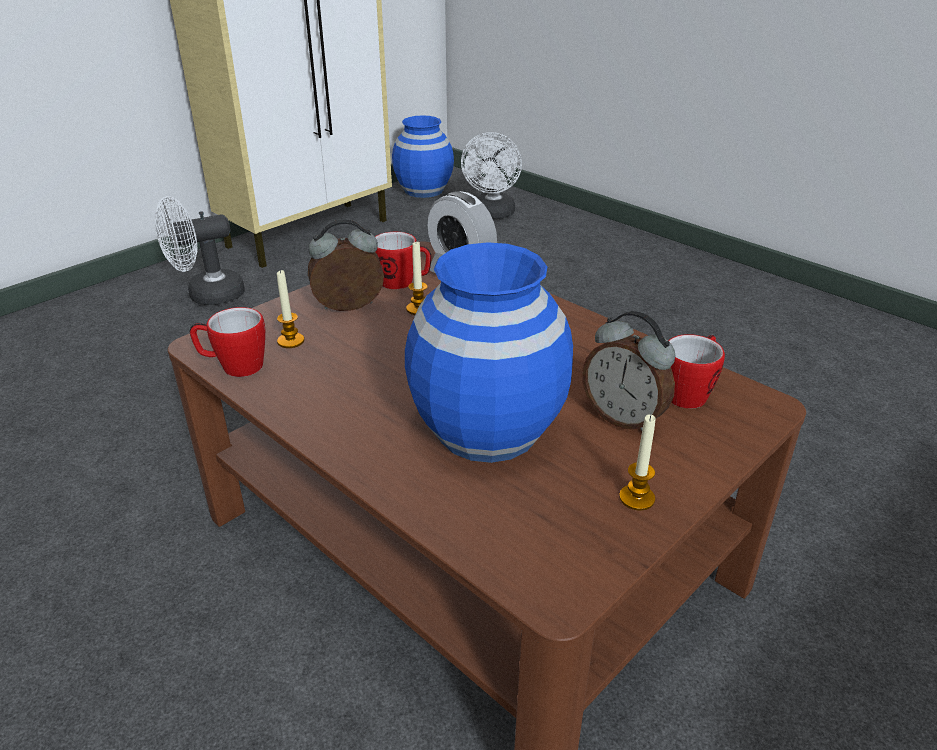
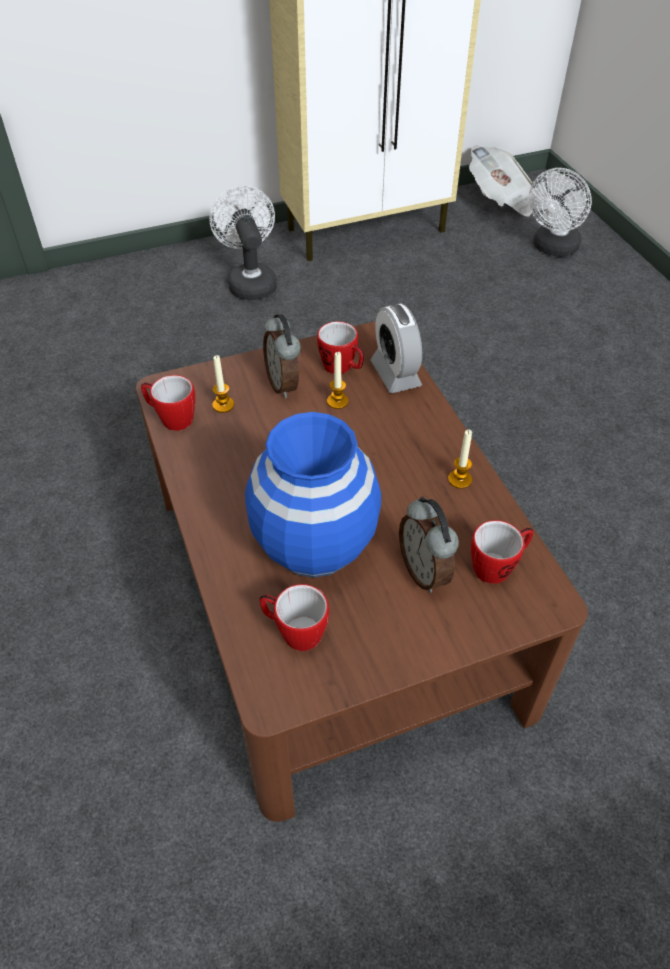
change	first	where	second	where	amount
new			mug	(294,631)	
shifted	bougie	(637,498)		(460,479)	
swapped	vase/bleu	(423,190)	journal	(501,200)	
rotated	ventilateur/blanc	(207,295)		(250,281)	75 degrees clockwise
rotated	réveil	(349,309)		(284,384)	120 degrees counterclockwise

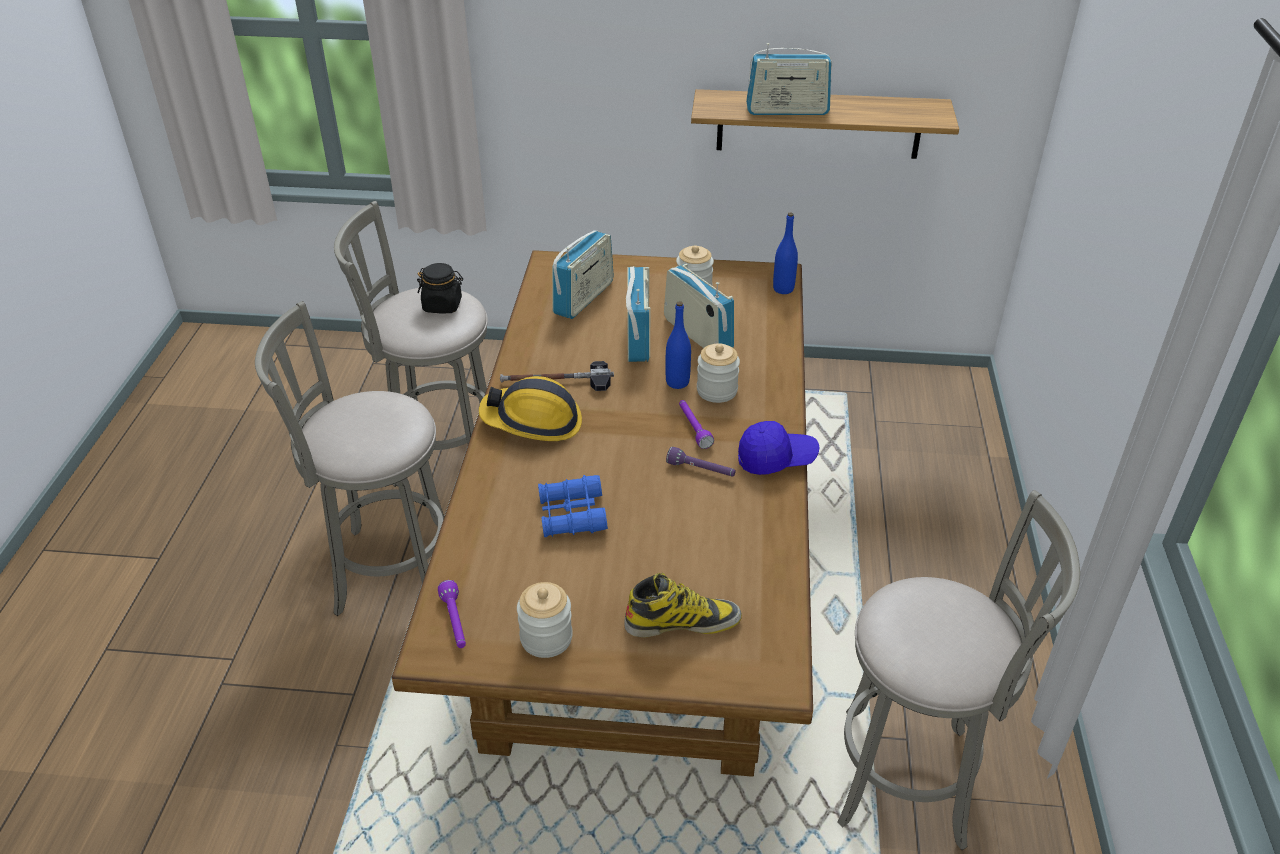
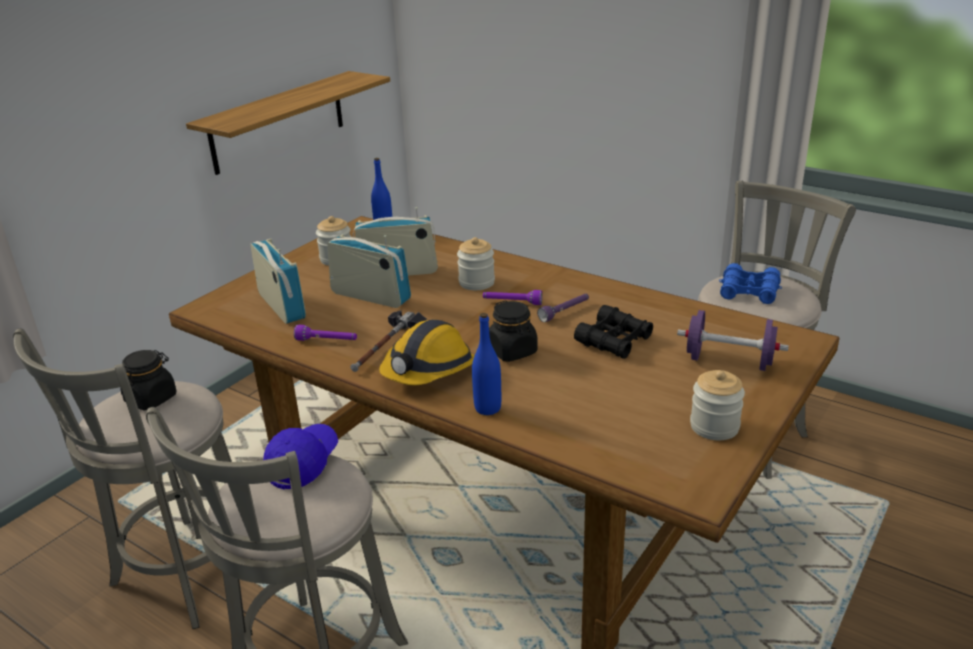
change	first	where	second	where	amount
gone	radio	(787,111)			
new			bocal/noir	(512,351)	
new			jumelles/noir	(614,340)	
shifted	lampe de poche/violet	(455,622)		(327,341)	
shifted	jumelles/bleu	(572,515)		(749,291)	
shifted	bouteille/bleu	(677,382)		(487,408)	
shifted	casquette/bleu	(776,459)		(303,463)	
swapped	botte	(682,622)	haltère/violet	(729,361)	

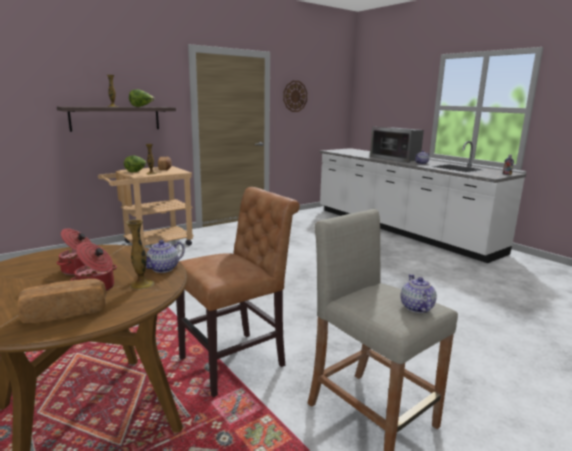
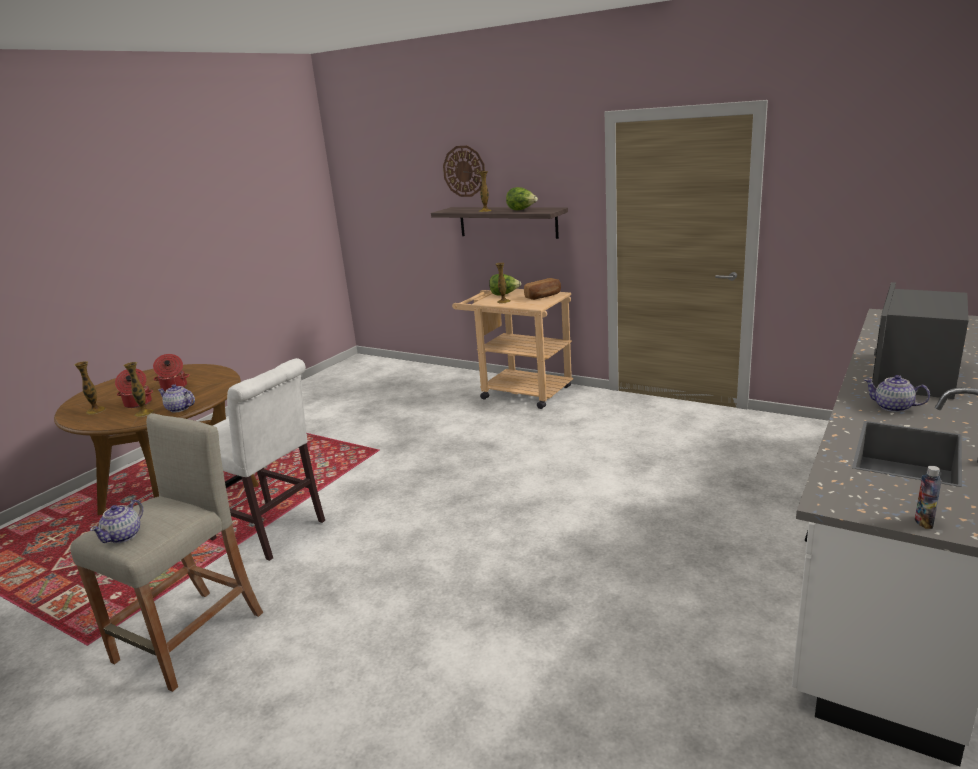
change	first	where	second	where	amount
shifted	horloge murale	(295,96)		(464,171)	
swapped	pain	(65,313)	vase	(95,410)	
repainted	chaise/marron	(237,360)	chaise/blanc	(272,532)	
rotated	théière	(416,308)		(124,536)	135 degrees clockwise

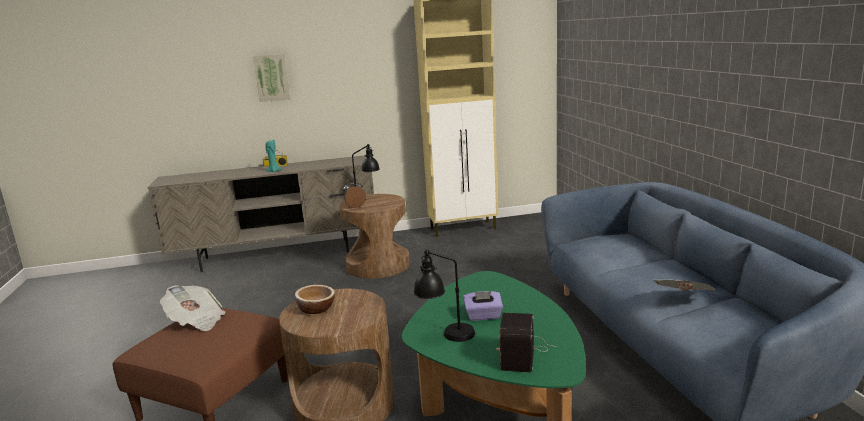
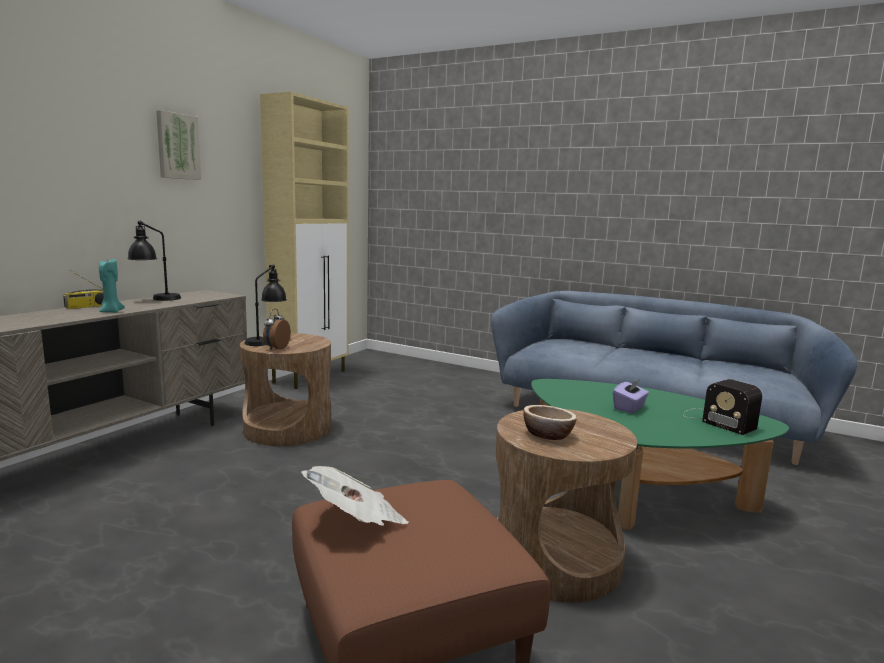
change	first	where	second	where	amount
gone	journal	(682,300)			
shifted	tableau	(272,77)		(177,146)	
shifted	lampe de table/noir	(445,336)		(156,300)	

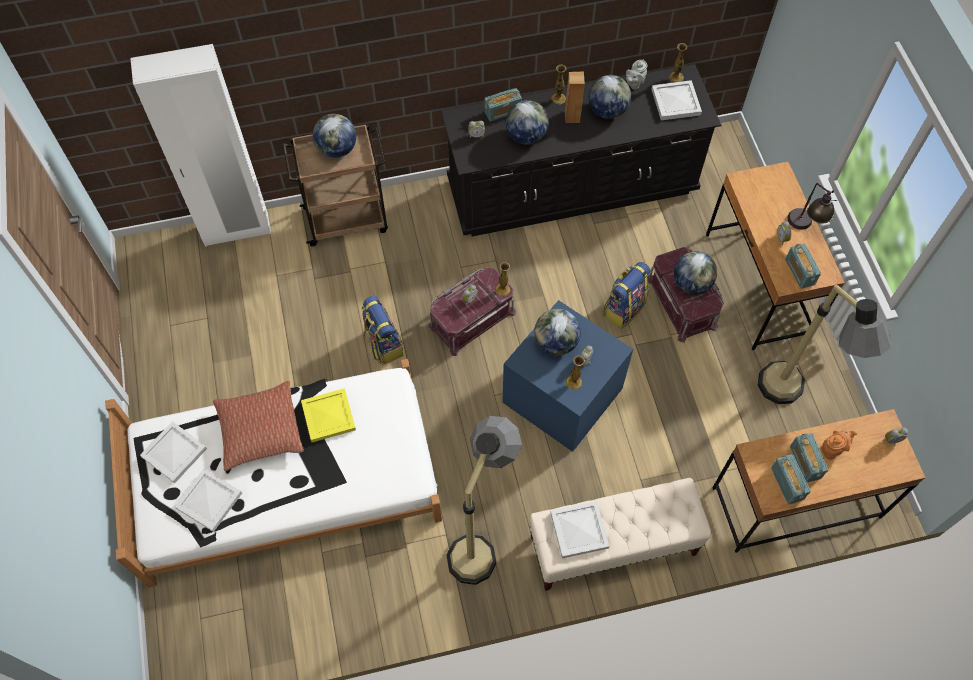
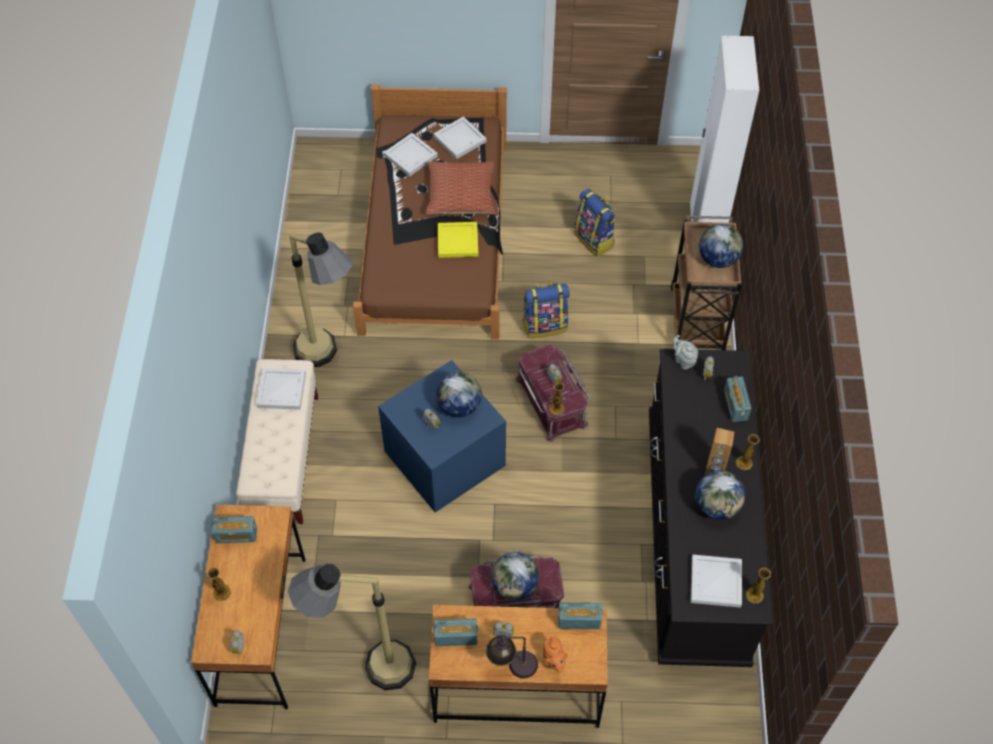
change	first	where	second	where	amount
gone	globe	(526,136)			
shifted	vase	(573,382)		(222,592)	
shifted	sac à dos	(623,308)		(594,239)	
shifted	théière/gris	(634,83)		(683,360)	
shifted	radio	(805,462)		(579,620)	
shifted	théière/orange	(832,449)		(553,661)	
repainted	lit/blanc	(286,479)	lit/marron	(435,235)	

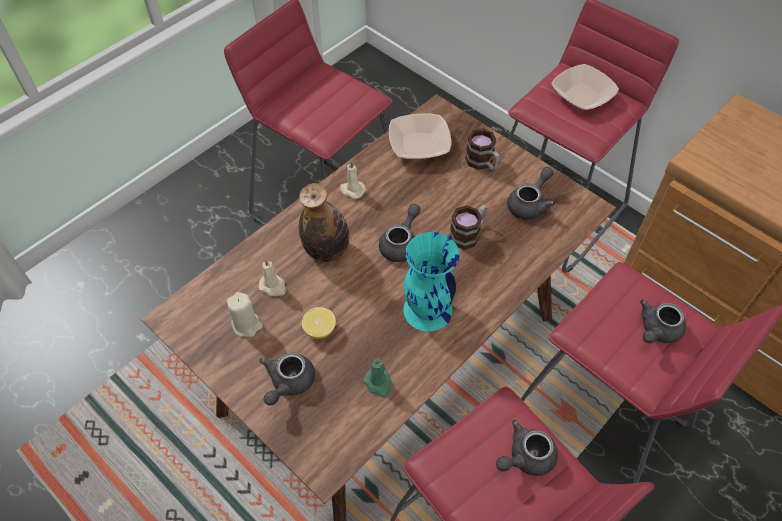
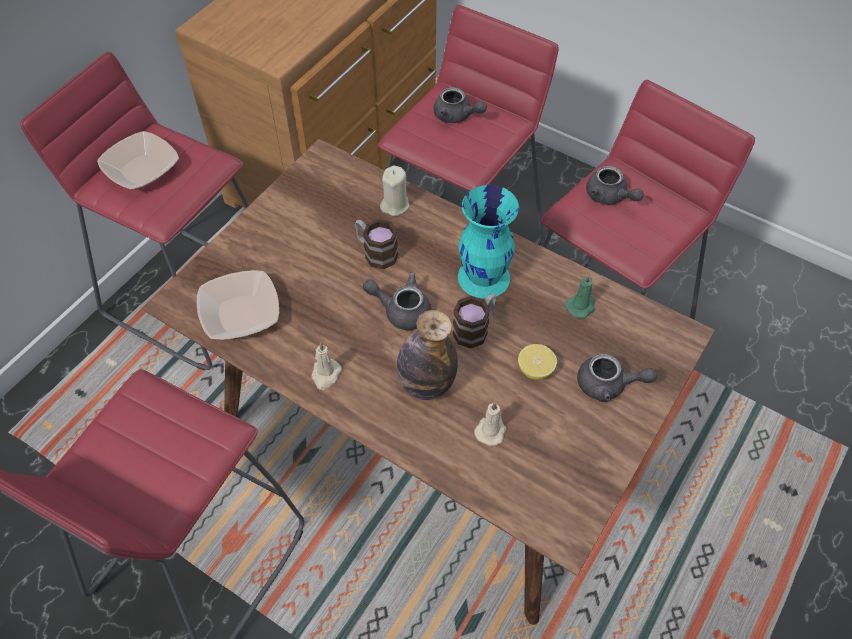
change	first	where	second	where	amount
gone	théière/gris	(530,204)			
shifted	bougie/beige	(247,325)		(395,205)	
shifted	mug	(482,163)		(475,328)	

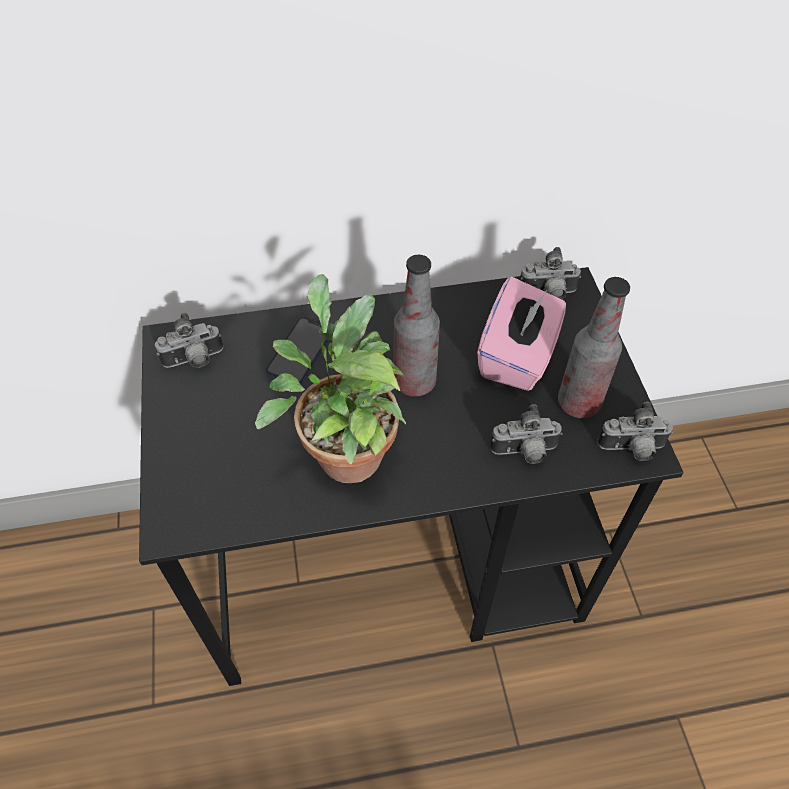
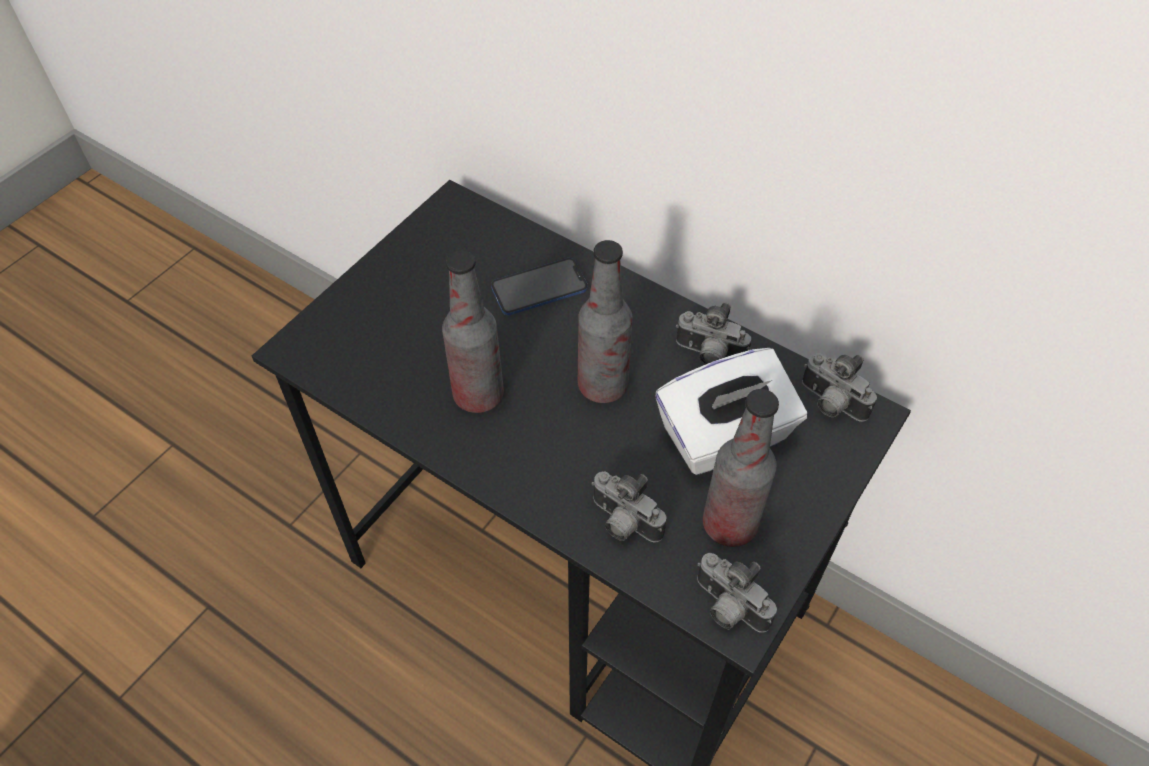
change	first	where	second	where	amount
shifted	appareil photo	(194,361)		(708,356)	
swapped	plante en pot	(344,450)	bouteille	(478,395)	
repainted	boîte à mouchoirs/rose	(517,356)	boîte à mouchoirs/blanc	(725,437)	

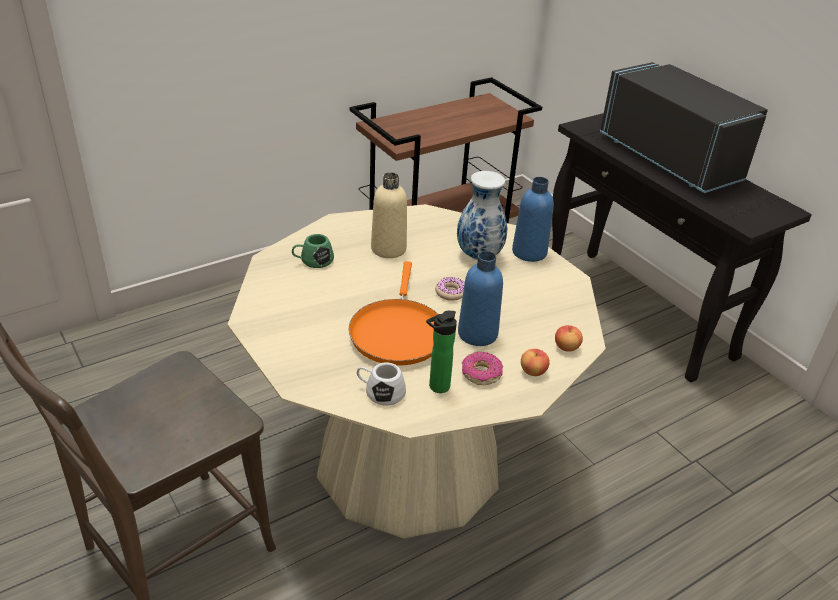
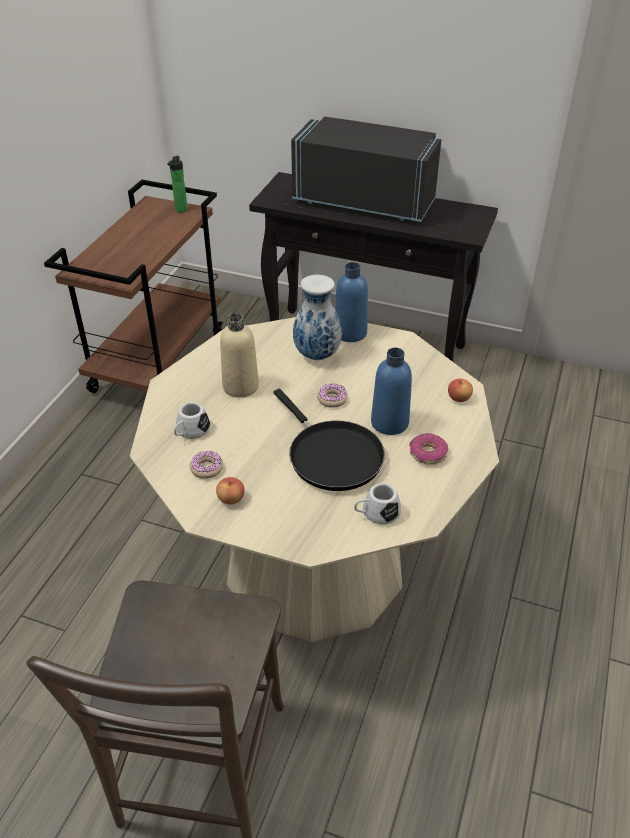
change	first	where	second	where	amount
new			beignet	(206,468)	
shifted	bouteille	(436,387)		(180,210)	
shifted	pomme	(533,371)		(231,499)	
repainted	mug/vert	(313,261)	mug/blanc	(190,431)	
repainted	poêle/orange	(397,332)	poêle/noir	(331,455)	

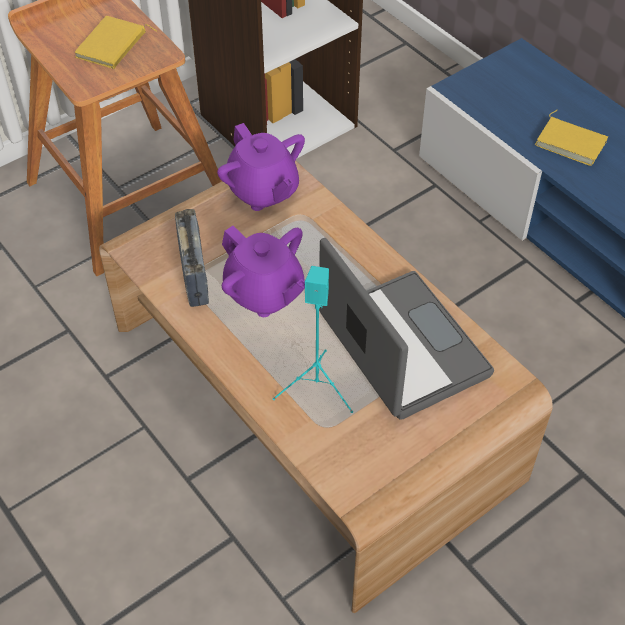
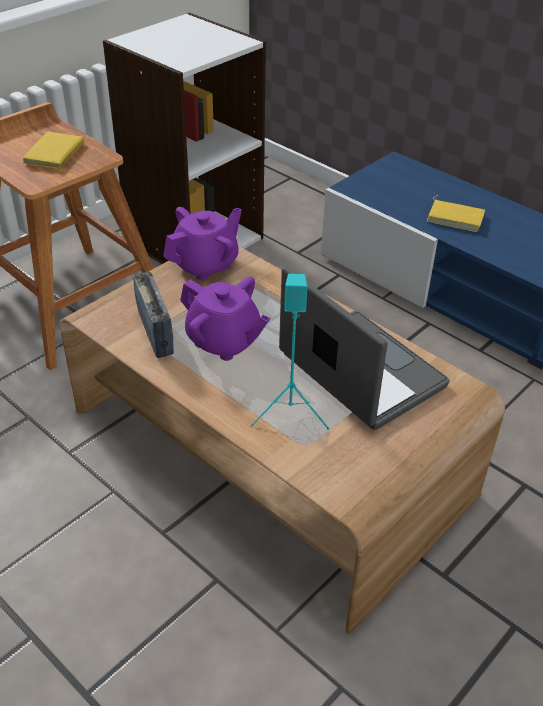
change	first	where	second	where	amount
rotated	théière/violet	(263,191)		(205,265)	90 degrees counterclockwise

